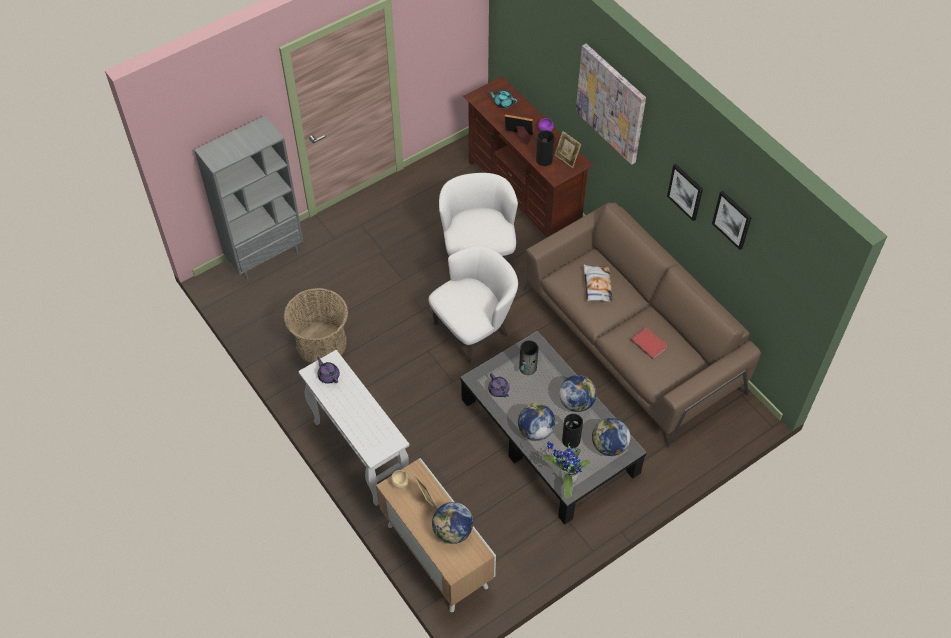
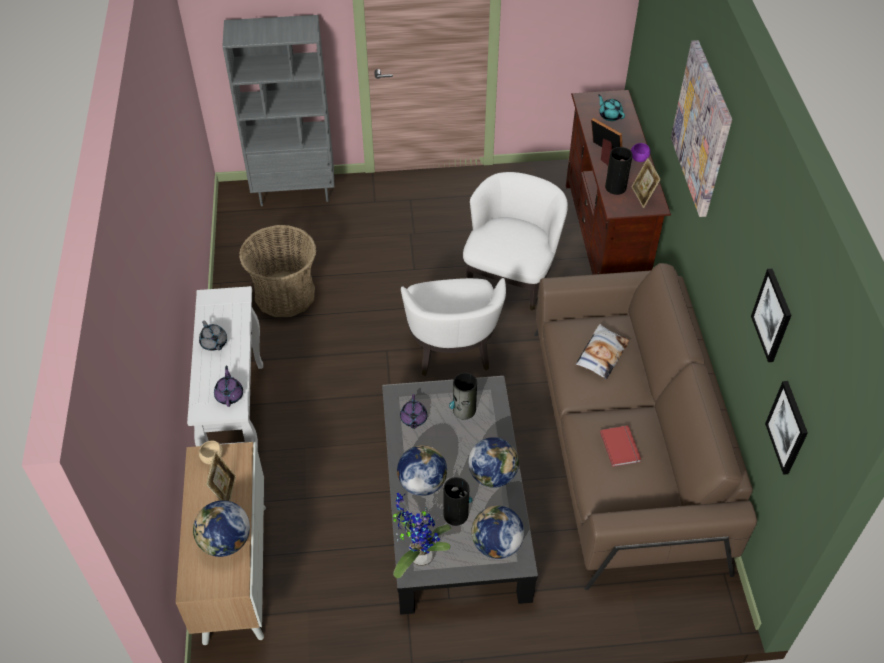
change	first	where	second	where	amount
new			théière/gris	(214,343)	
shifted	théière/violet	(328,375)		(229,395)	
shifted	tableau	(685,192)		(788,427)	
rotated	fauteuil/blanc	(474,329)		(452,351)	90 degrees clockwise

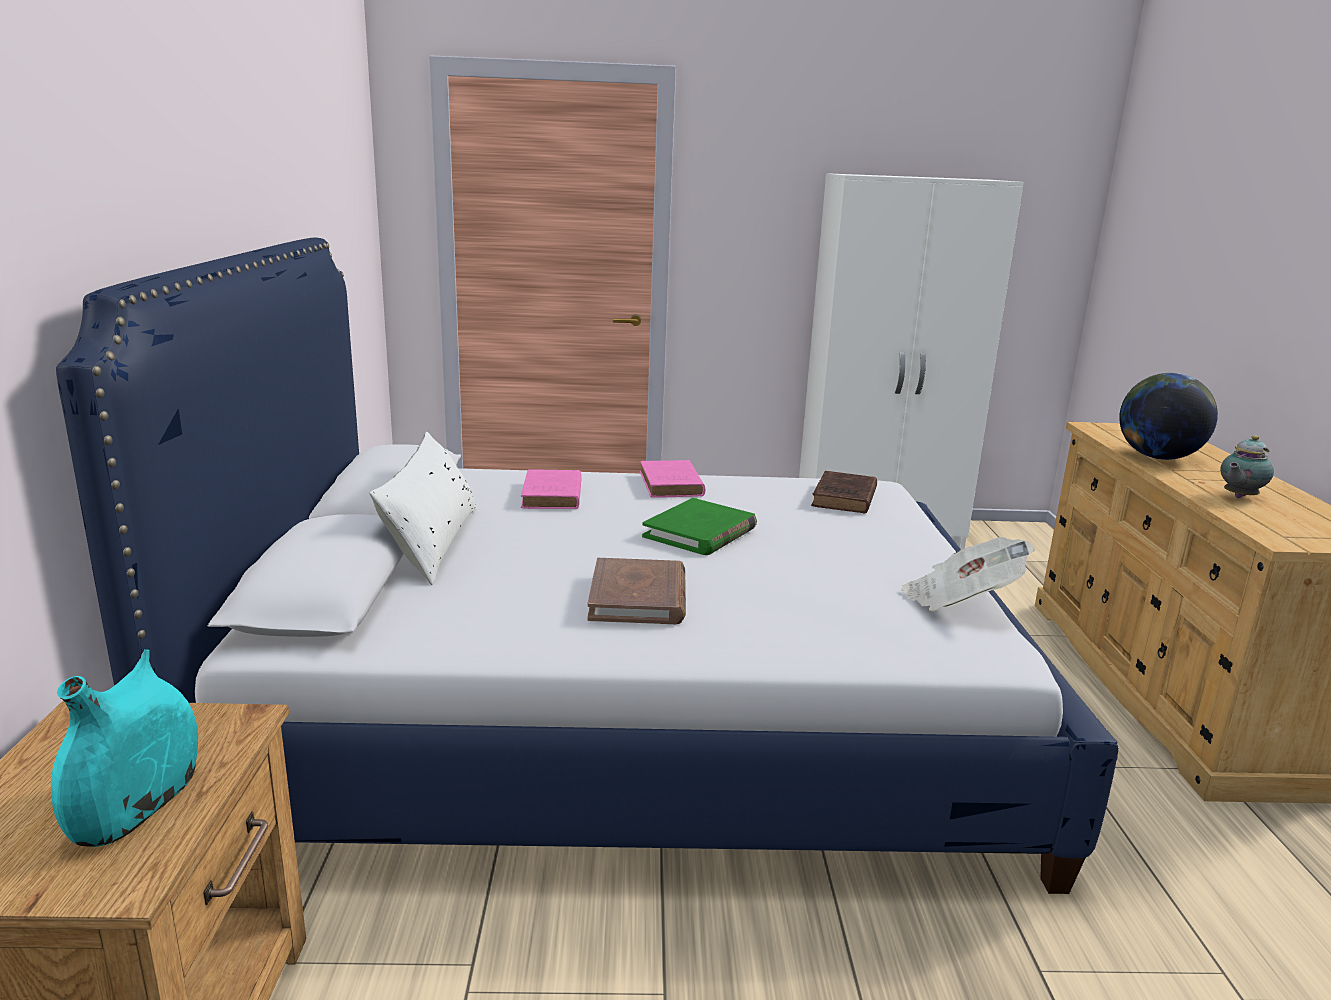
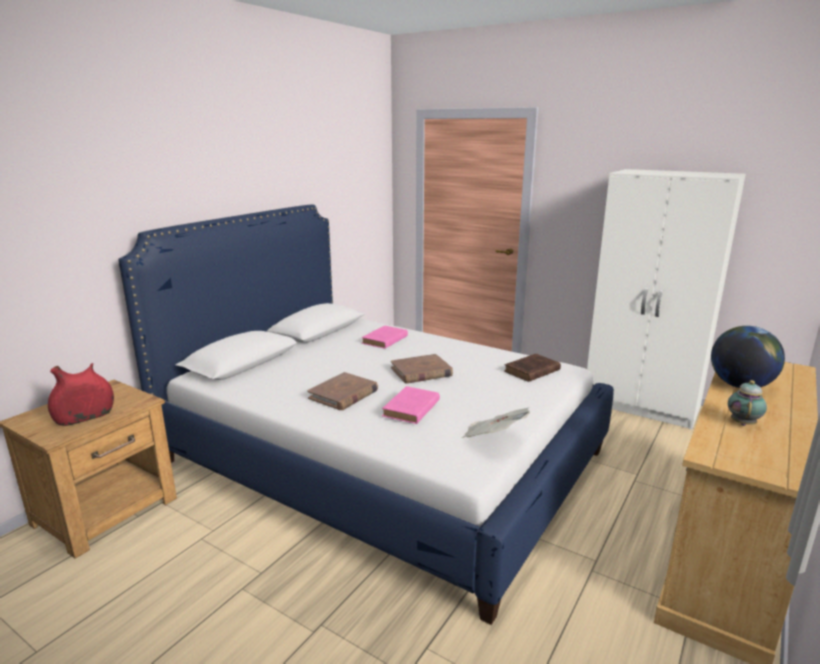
change	first	where	second	where	amount
gone	coussin/blanc	(431,542)			
shifted	livre/rose	(671,485)		(410,409)	
repainted	vase/turquoise	(138,806)	vase/rouge	(85,418)	
repainted	livre/vert	(700,532)	livre/marron	(421,372)	
rotated	théière	(1238,497)		(743,423)	120 degrees clockwise

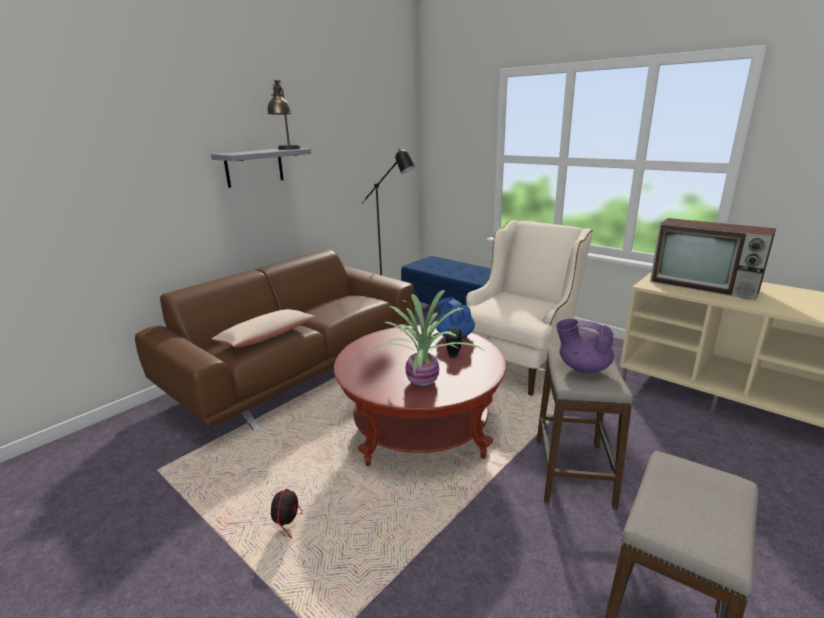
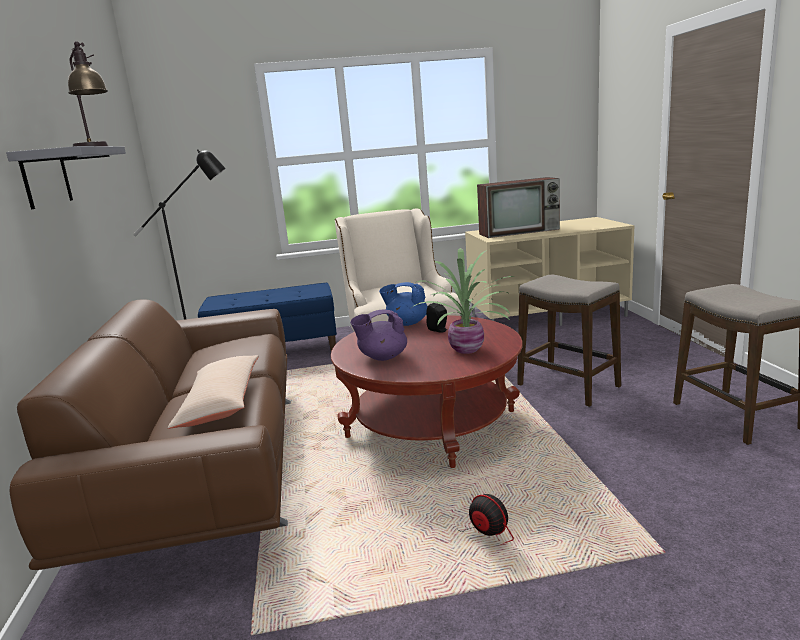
change	first	where	second	where	amount
shifted	théière/violet	(582,368)		(382,357)	

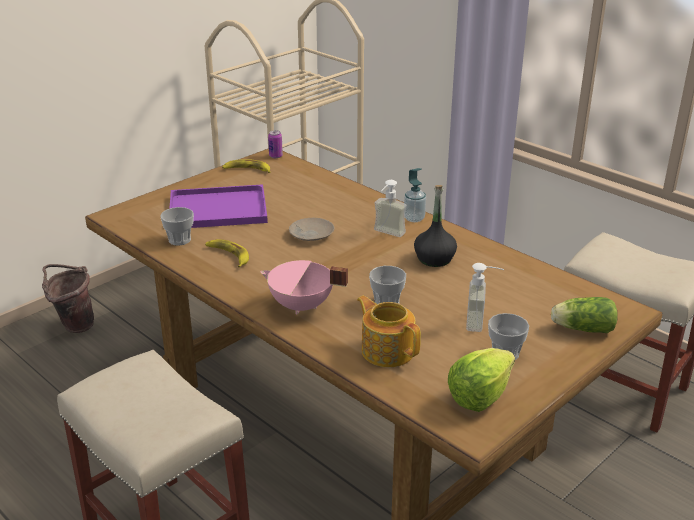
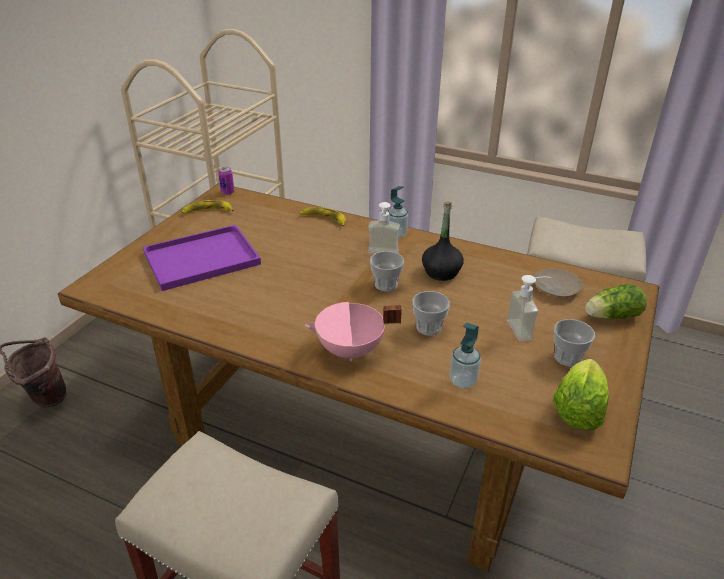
change	first	where	second	where	amount
shifted	tasse	(179,240)		(386,285)	
shifted	banane	(228,255)		(324,219)	
shifted	assiette/beige	(311,235)		(556,288)	
swapped	théière	(387,350)	distributeur de savon	(463,381)	

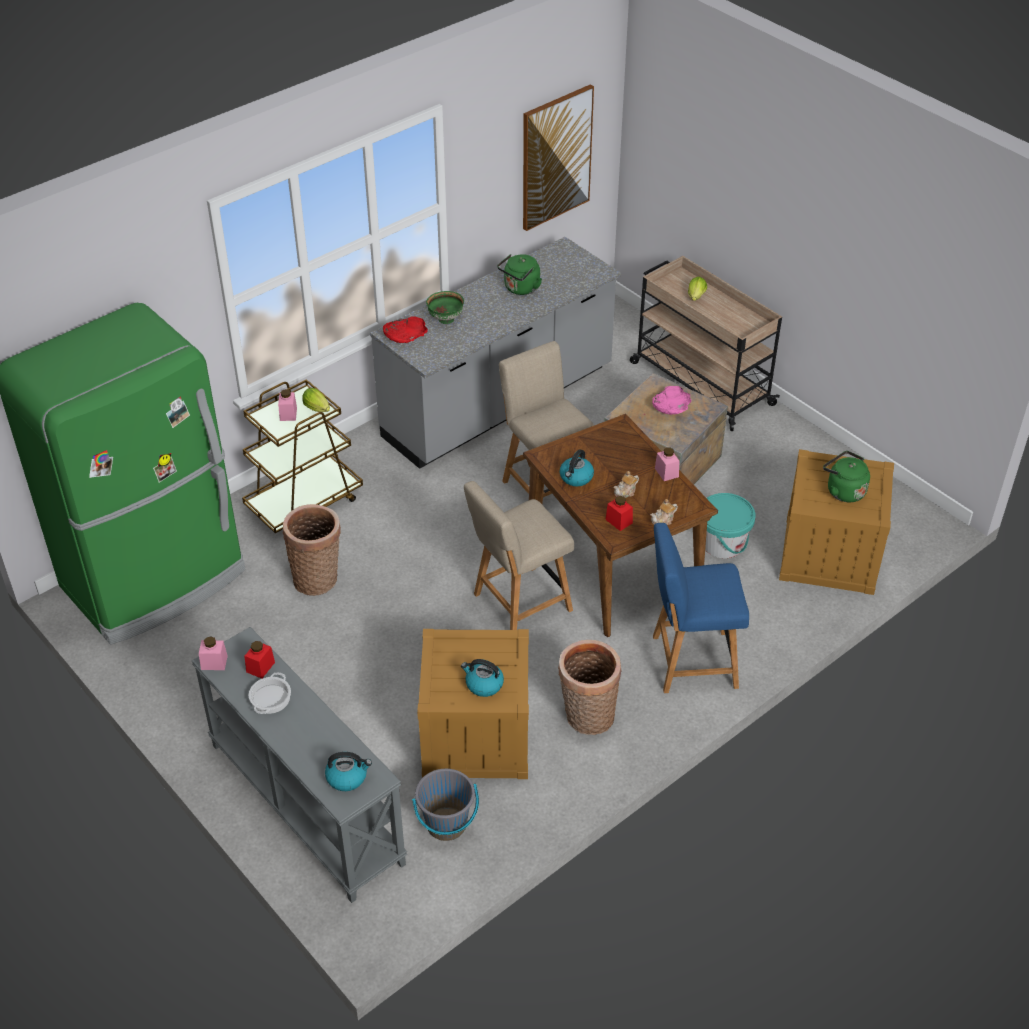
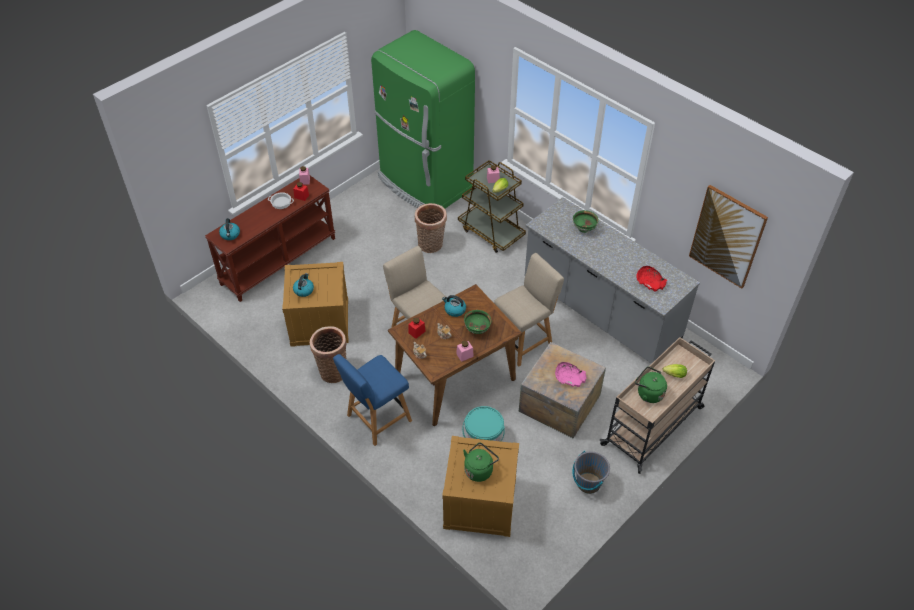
change	first	where	second	where	amount
new			bol/vert	(477,329)	
shifted	bol/rouge	(405,336)		(650,282)	
shifted	seau/gris	(446,824)		(588,483)	
shifted	bouilloire/vert	(520,289)		(648,393)	
repainted	table console/gris	(304,804)	table console/marron	(278,260)	
rotated	chaise/bleu	(689,662)		(376,419)	120 degrees counterclockwise

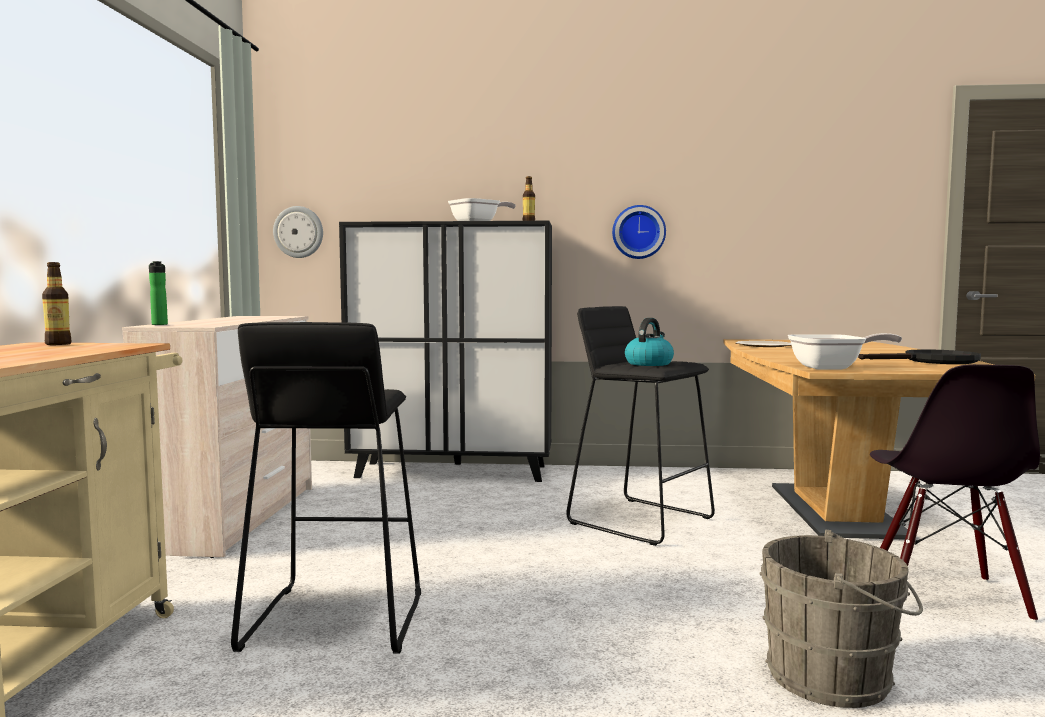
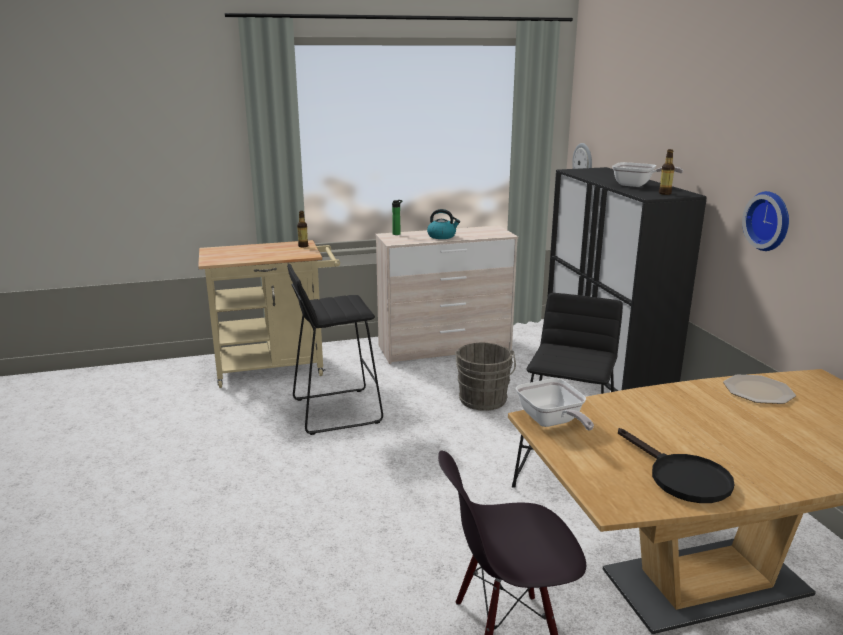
change	first	where	second	where	amount
shifted	bouilloire	(649,363)		(442,236)	
shifted	seau/gris	(836,678)		(483,401)	

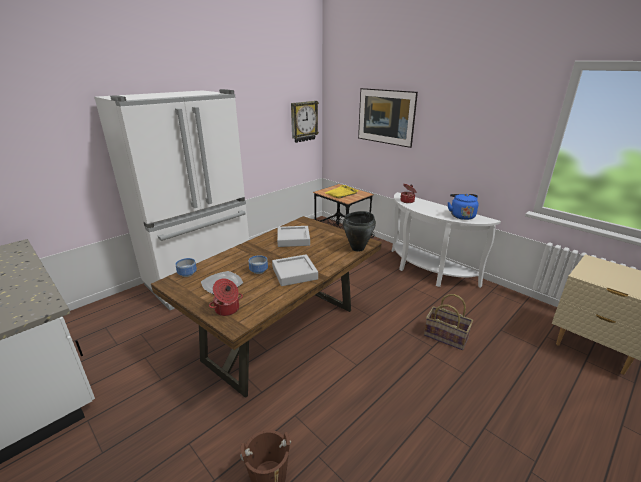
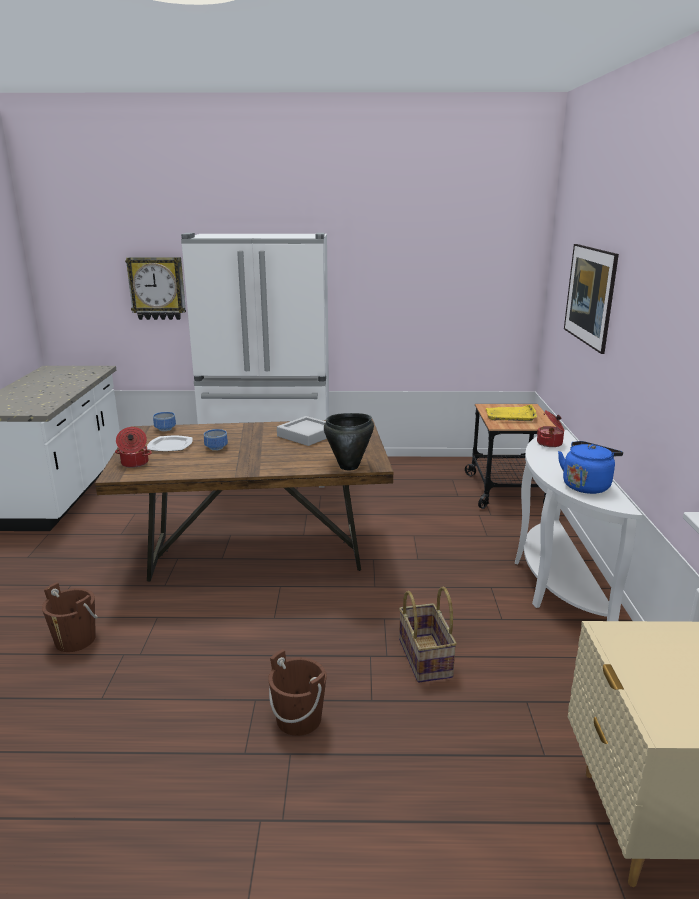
change	first	where	second	where	amount
gone	plateau/gris	(294,273)			
new			seau/marron	(299,718)	
shifted	horloge murale	(303,121)		(157,288)	

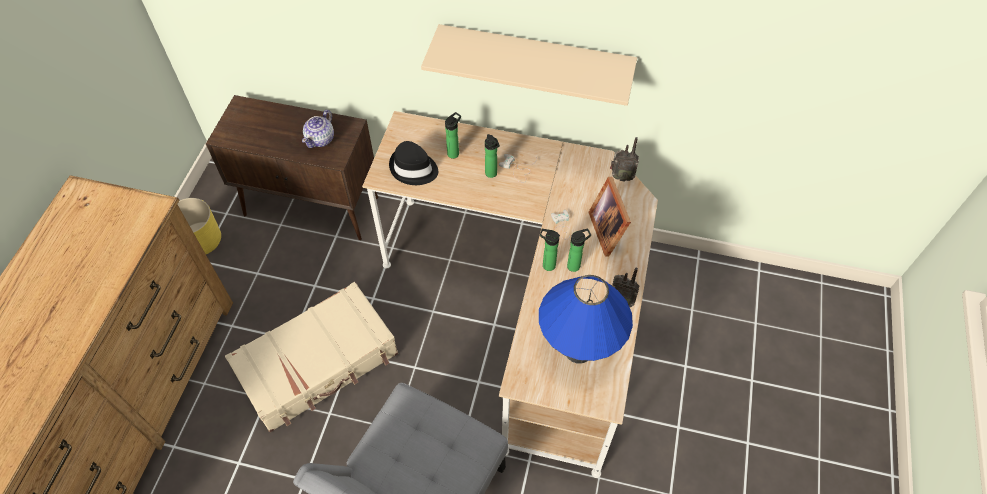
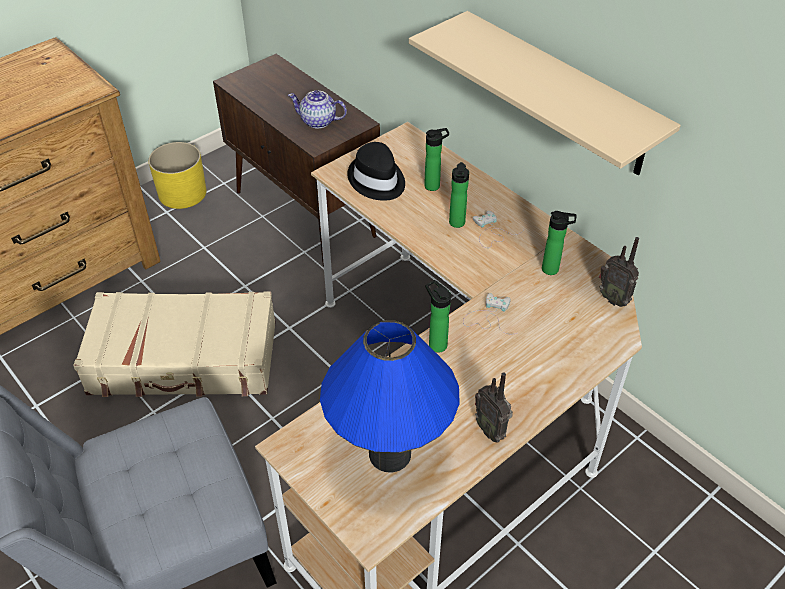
change	first	where	second	where	amount
gone	cadre photo	(609,229)			
shifted	bouteille	(575,265)		(553,270)	
rotated	théière	(321,139)		(318,121)	45 degrees clockwise

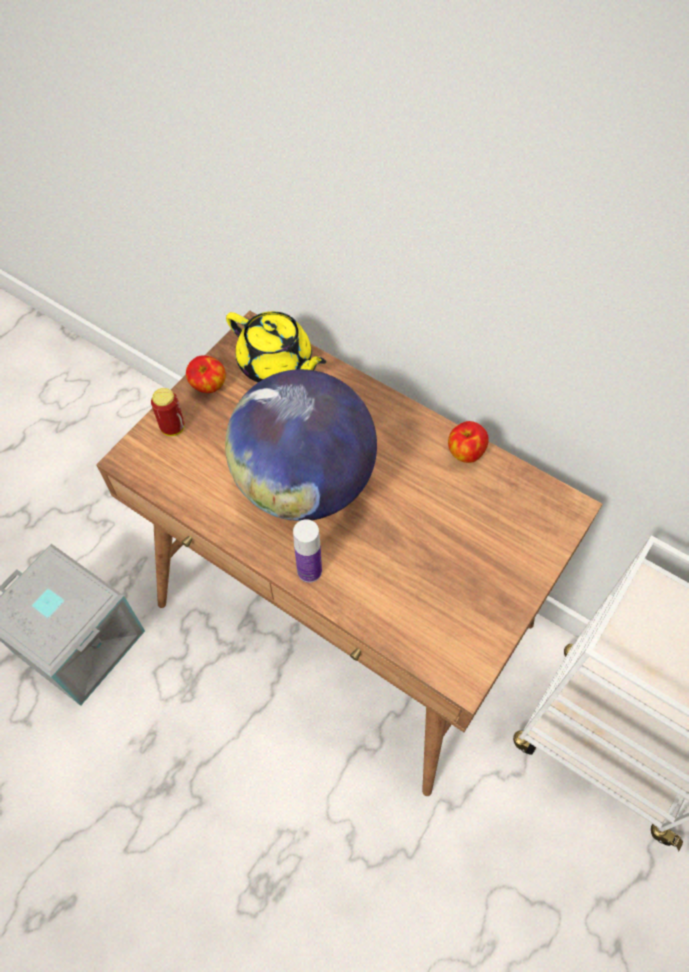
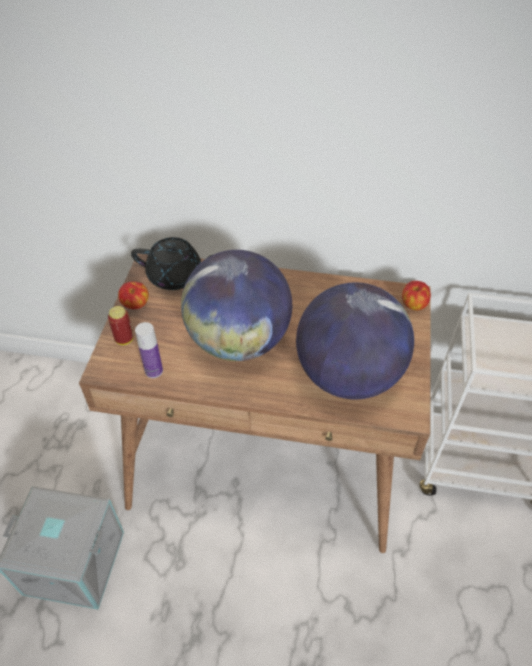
change	first	where	second	where	amount
new			globe	(348,375)	
shifted	bouteille	(309,571)		(154,371)	
shifted	pomme	(465,452)		(413,305)	
repainted	théière/jaune	(276,364)	théière/noir	(176,276)	

